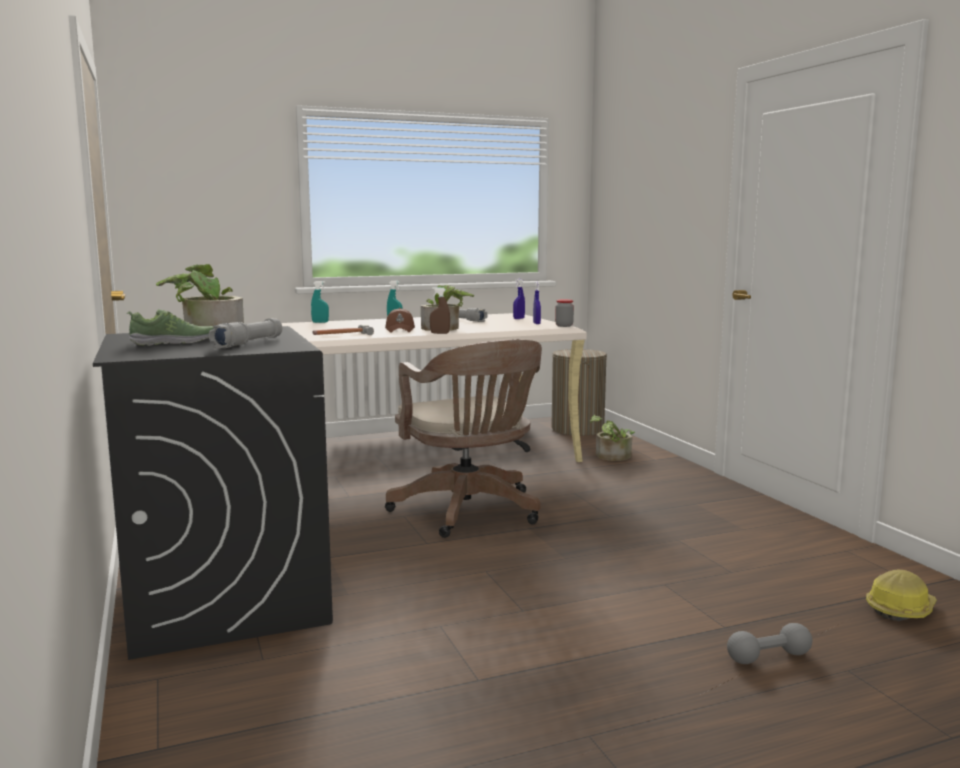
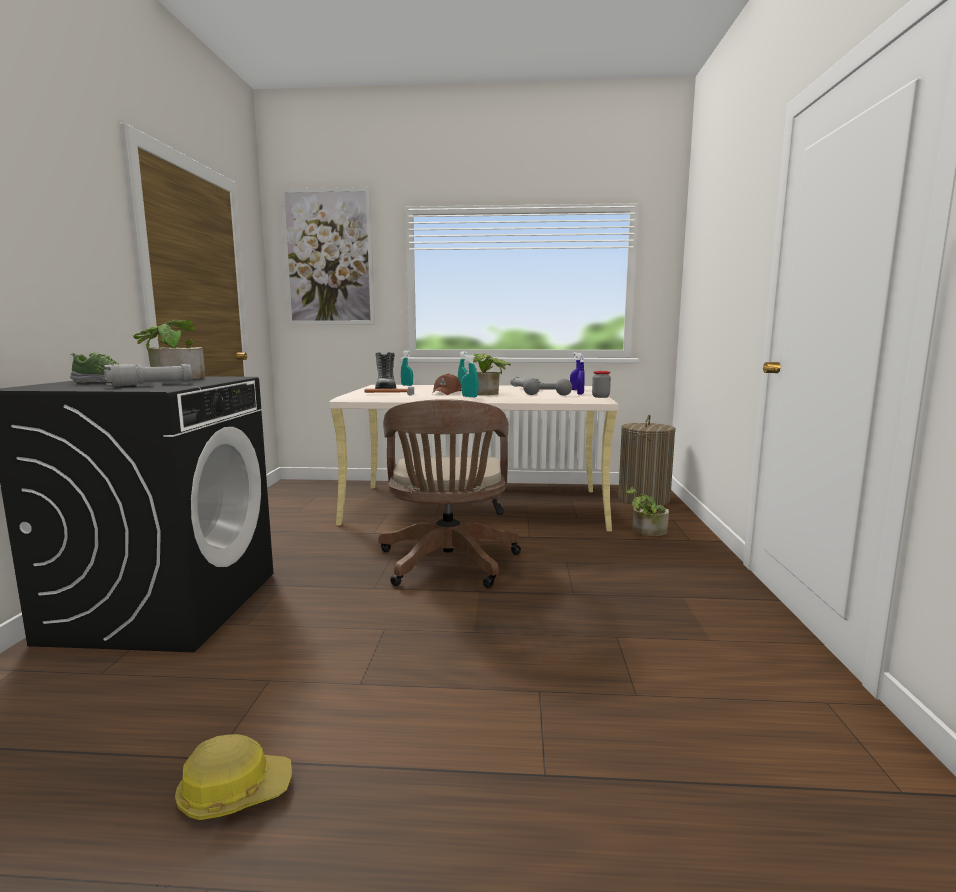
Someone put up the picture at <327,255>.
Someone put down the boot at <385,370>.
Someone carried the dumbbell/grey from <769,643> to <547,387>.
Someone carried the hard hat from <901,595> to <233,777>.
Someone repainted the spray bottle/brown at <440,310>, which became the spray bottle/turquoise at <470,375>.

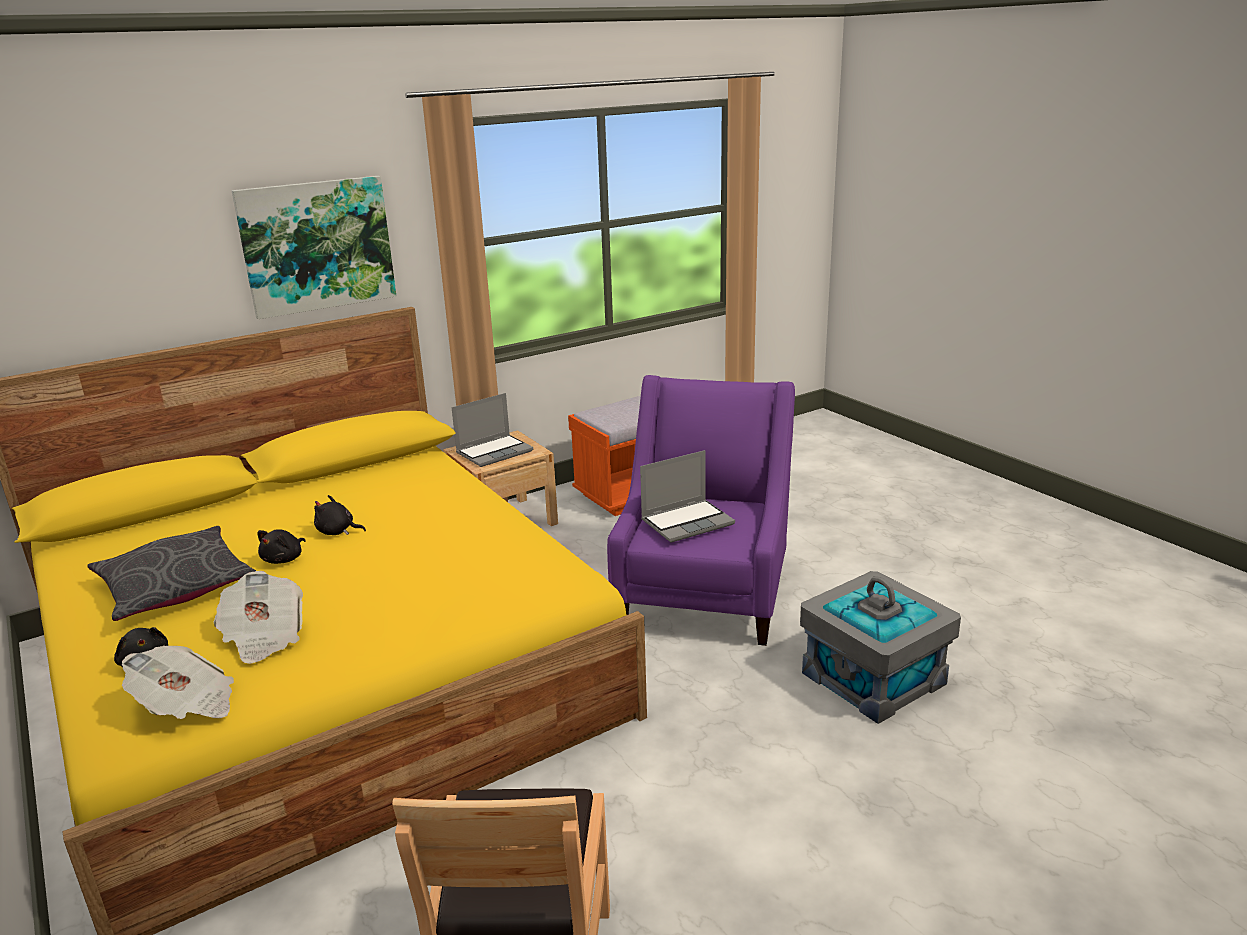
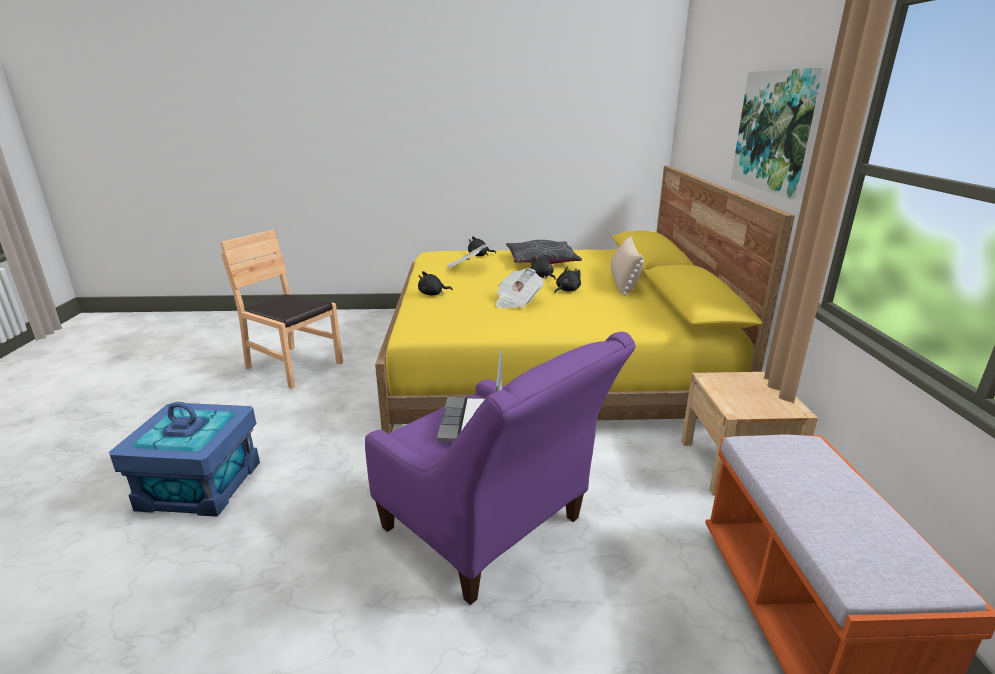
Someone took away the laptop at <492,430>.
Someone took away the storage box/grey at <880,647>.
Someone put down the storage box/blue at <184,459>.
Someone put down the plush toy/black at <435,283>.
Someone put down the pillow/beige at <627,266>.
Someone carried the newspaper from <178,682> to <519,288>.

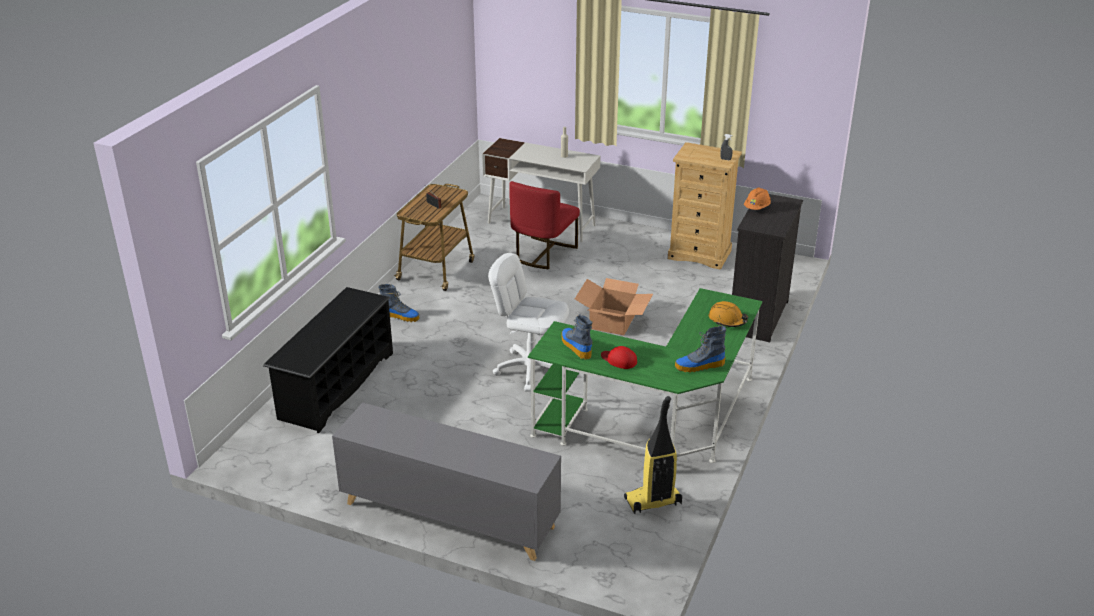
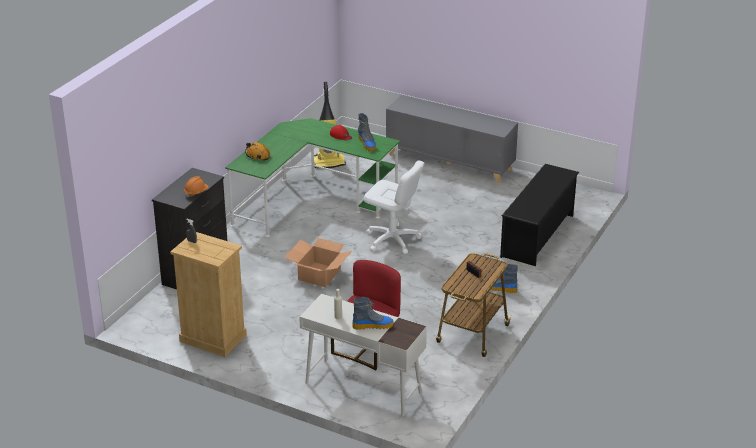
Someone carried the boot from <700,349> to <372,313>.

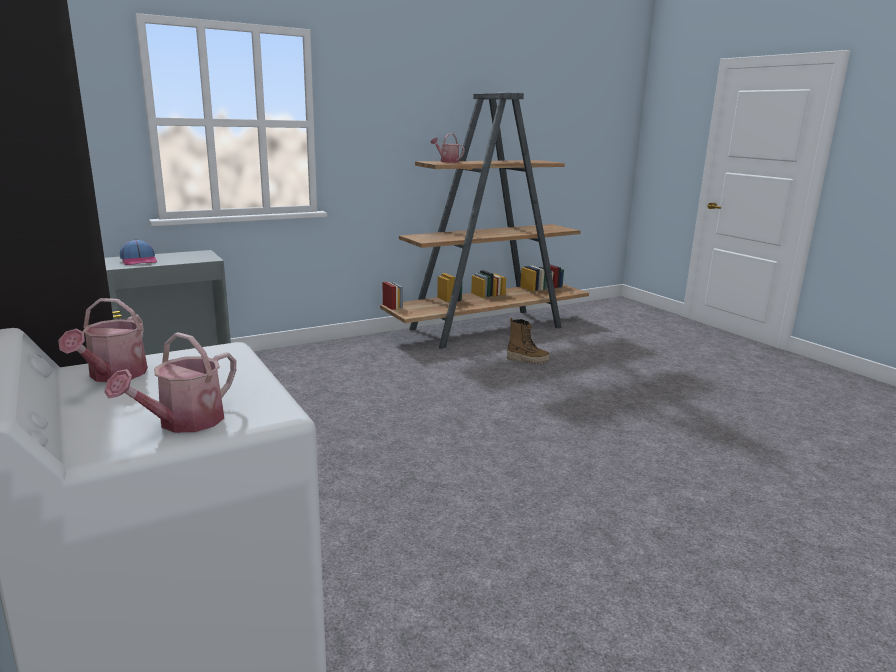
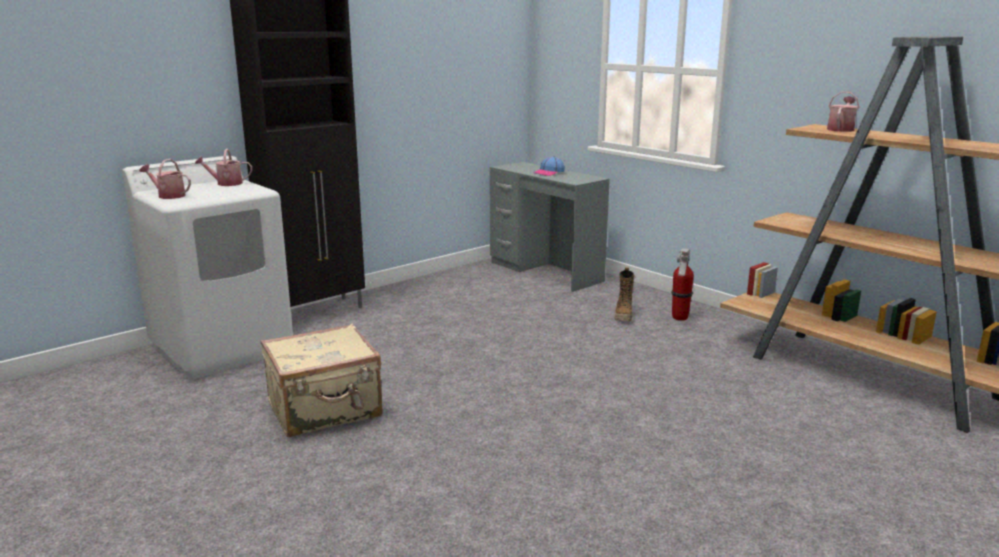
Someone put down the suitcase/beige at <321,380>.
Someone put down the fire extinguisher at <682,285>.
Someone carried the boot from <528,341> to <625,294>.

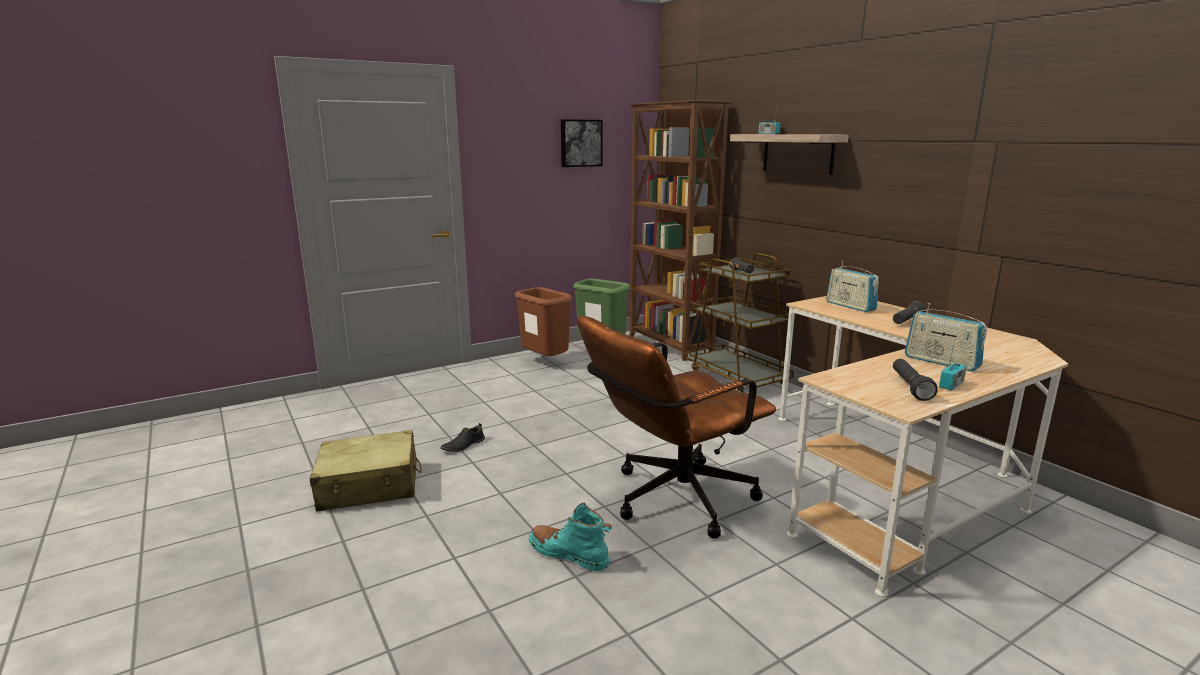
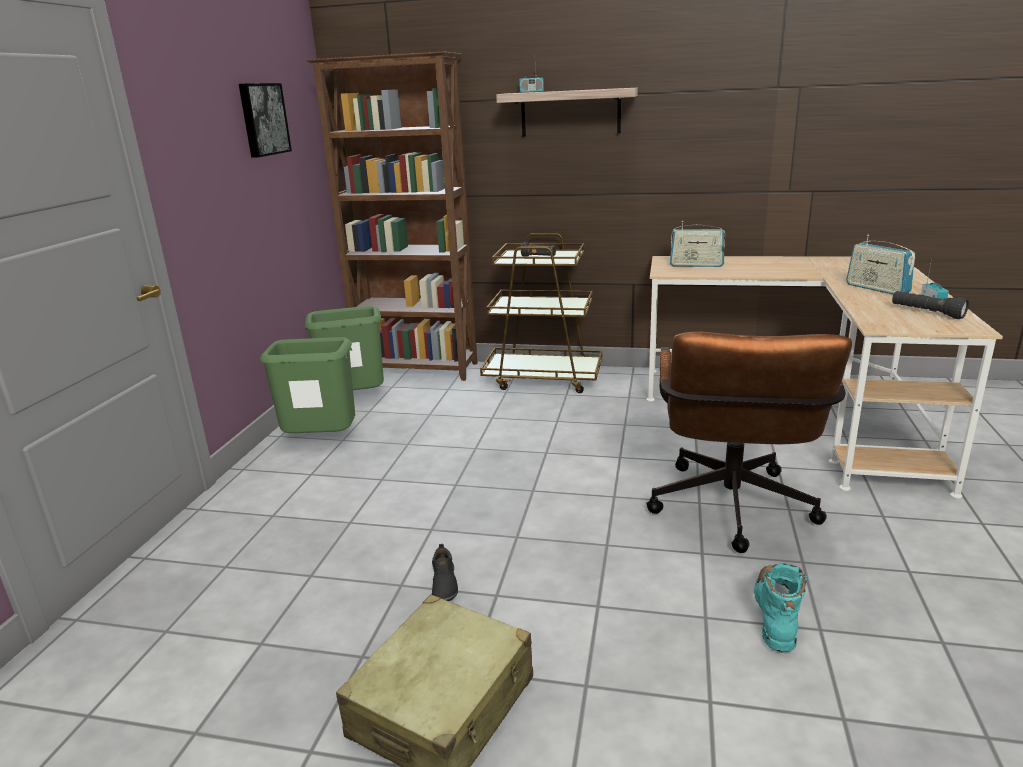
Someone took away the flashlight/black at <909,312>.
Someone repainted the trash can/brown at <544,321>, which became the trash can/green at <307,385>.
Someone rotated the boot/turquoise at <570,537> by 120 degrees clockwise.
Someone rotated the radio at <946,337> by 60 degrees clockwise.

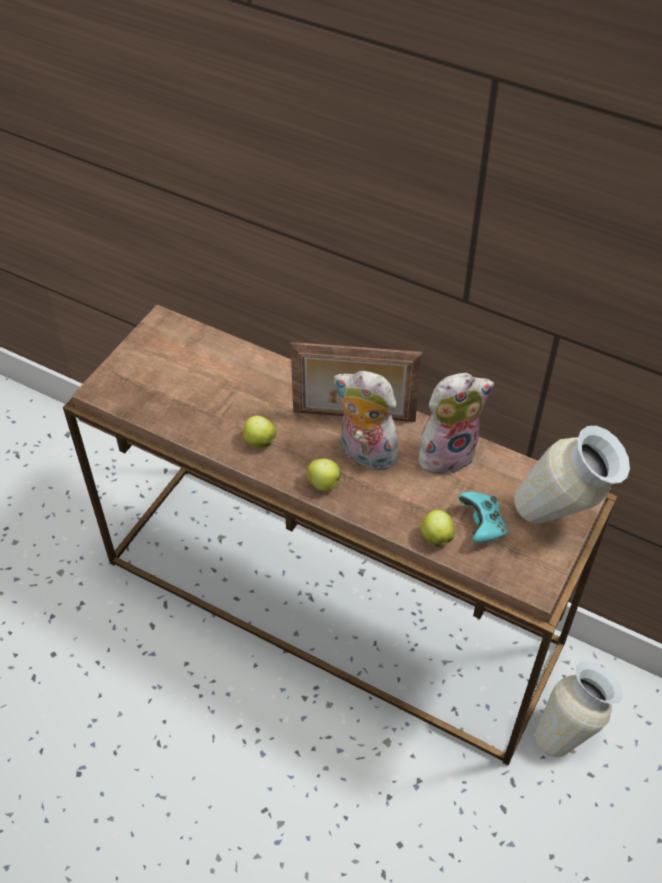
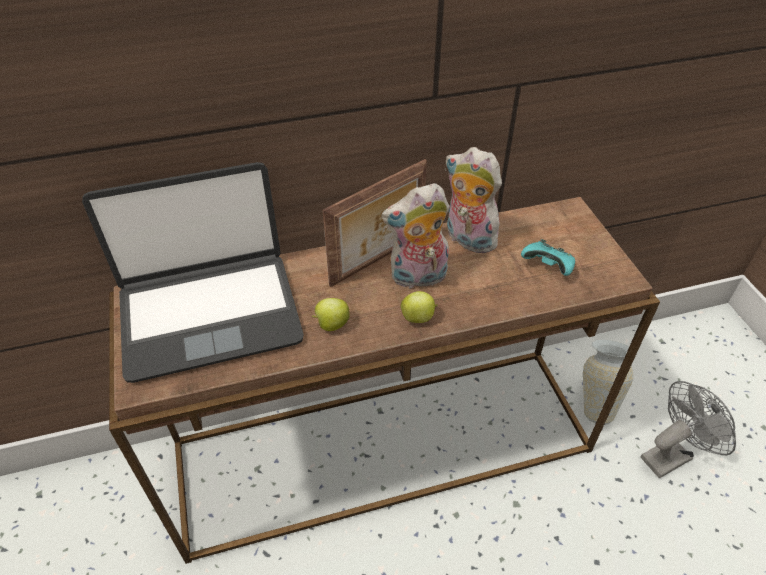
Someone took away the apple at <437,528>.
Someone took away the vase at <572,475>.
Someone put down the laptop at <193,272>.
Someone put down the fan/grey at <688,429>.
Someone rotated the plush toy at <456,423> by 75 degrees counterclockwise.

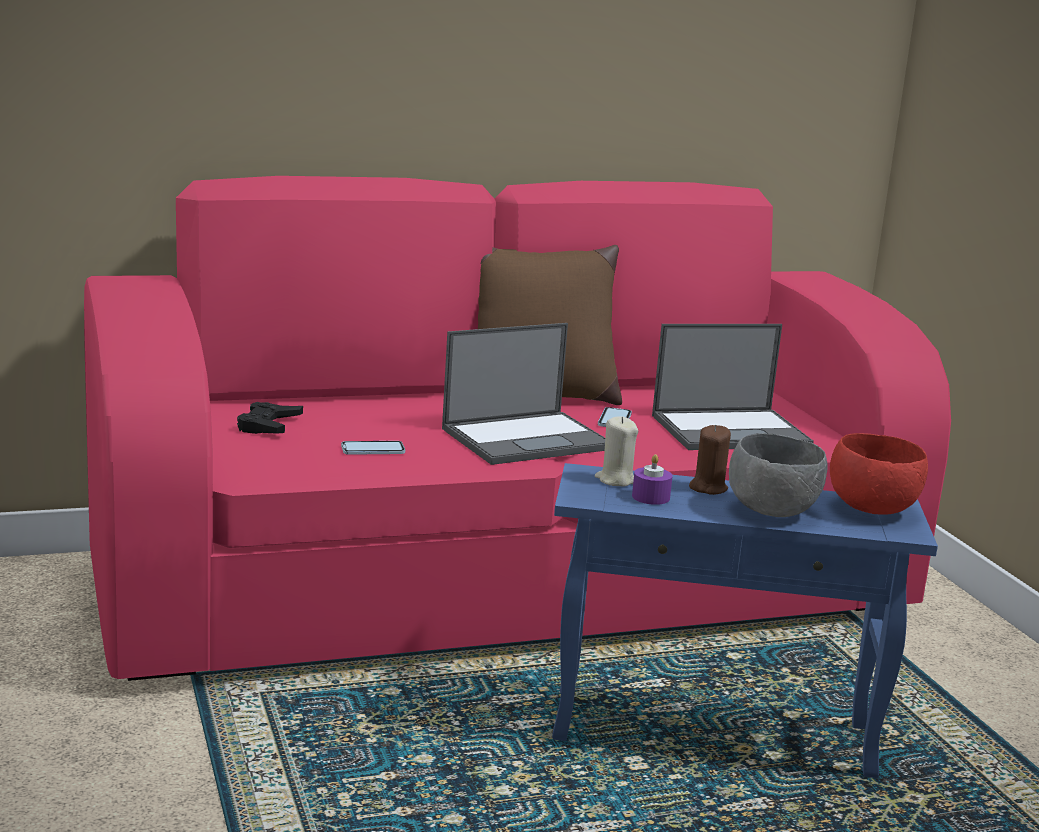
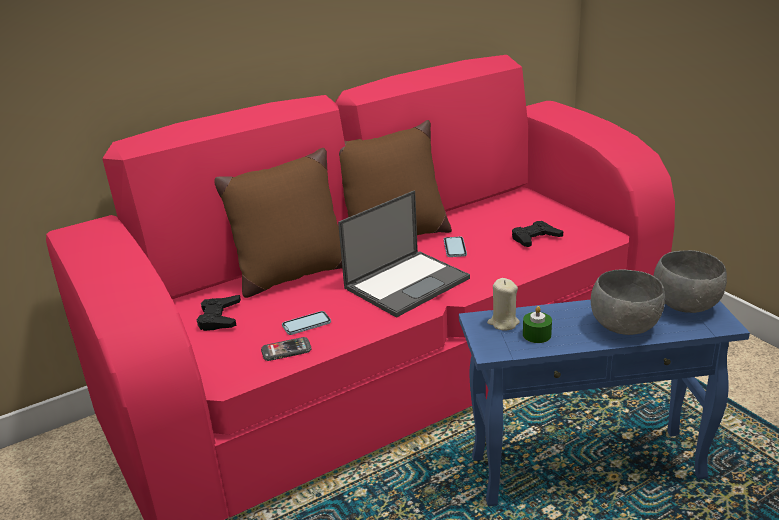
Someone took away the candle/brown at <710,460>.
Someone put down the pillow/brown at <278,223>.
Someone put down the phone at <286,349>.
Someone swapped the laptop at <733,387> for the game controller/black at <537,234>.
Someone repainted the candle/purple at <652,479>, which became the candle/green at <537,324>.
Someone repainted the bowl/red at <879,474>, which became the bowl/grey at <690,281>.

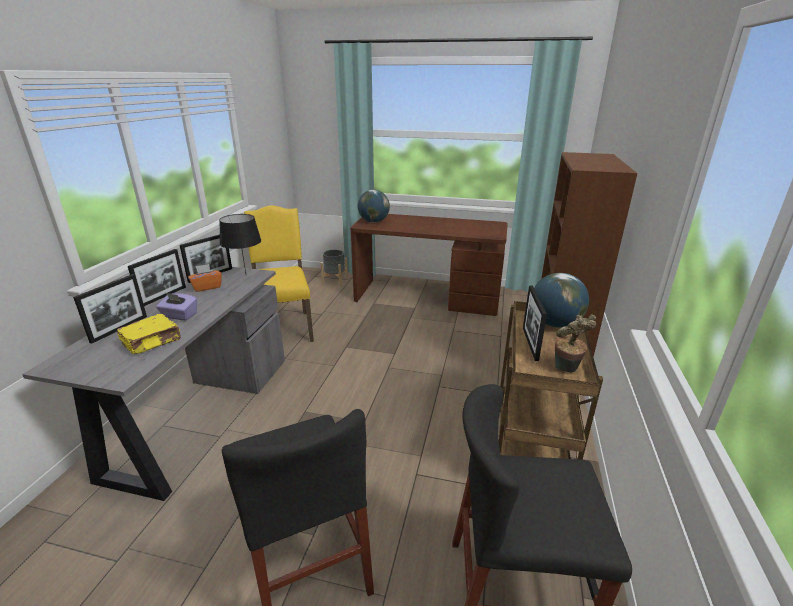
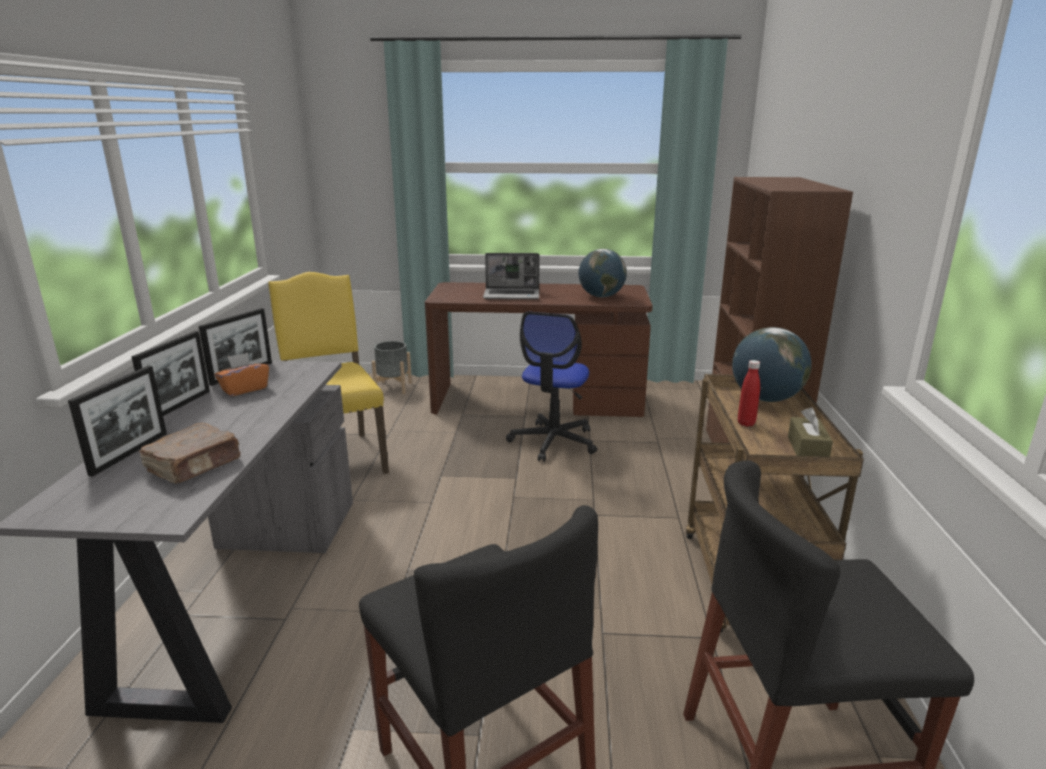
Someone took away the tissue box/purple at <176,306>.
Someone took away the table lamp/black at <240,243>.
Someone put down the laptop at <511,276>.
Someone put down the office chair at <551,386>.
Someone carried the globe from <374,206> to <602,273>.
Someone swapped the picture frame at <535,323> for the bottle/red at <749,393>.
Someone swapped the potted plant at <576,343> for the tissue box/brown at <810,432>.
Someone repainted the book/yellow at <149,334>, which became the book/brown at <190,453>.

